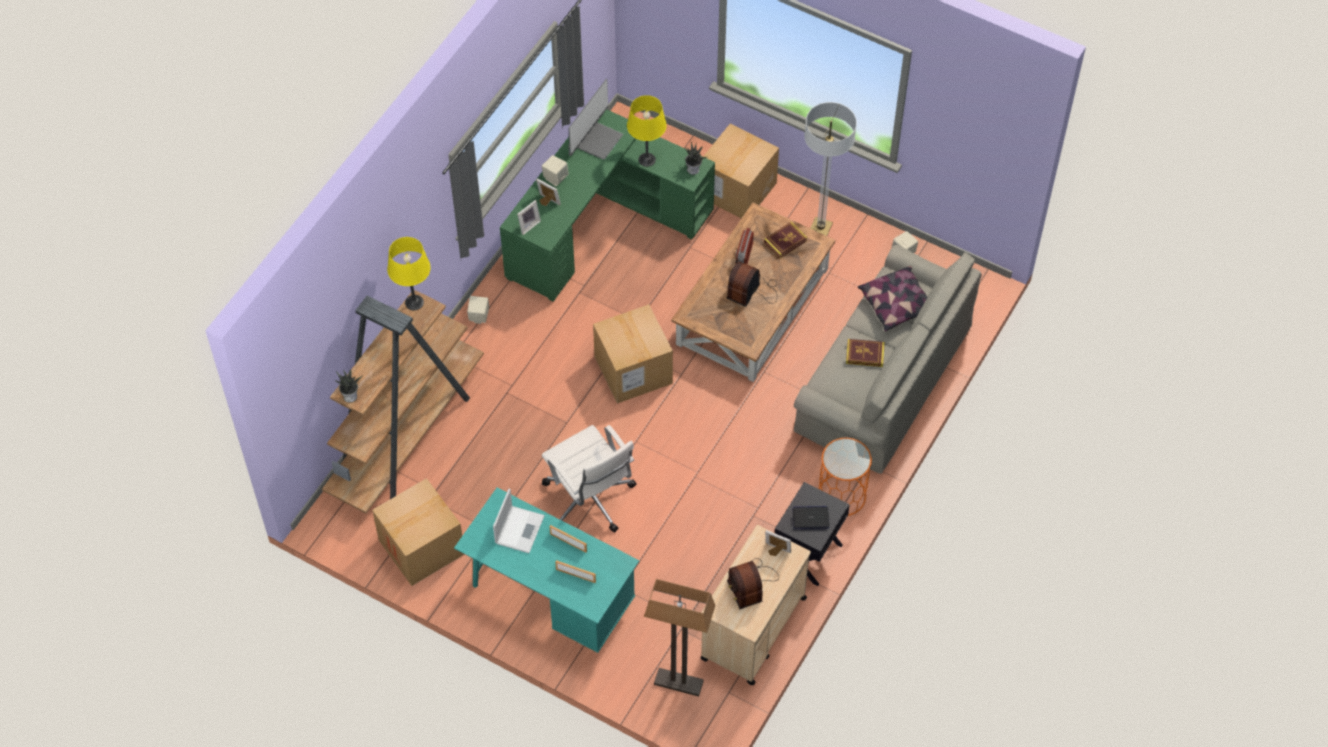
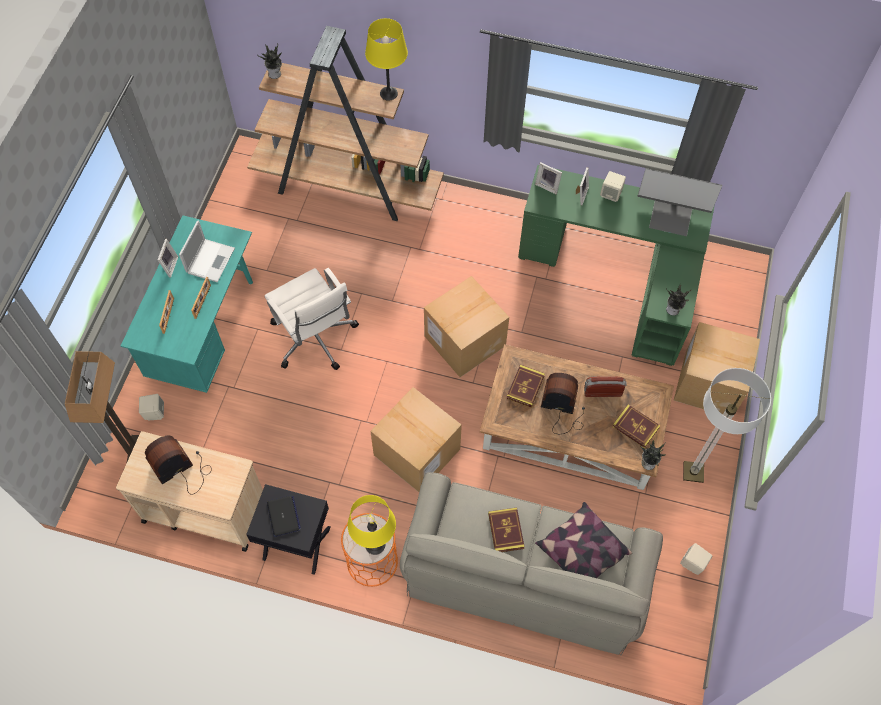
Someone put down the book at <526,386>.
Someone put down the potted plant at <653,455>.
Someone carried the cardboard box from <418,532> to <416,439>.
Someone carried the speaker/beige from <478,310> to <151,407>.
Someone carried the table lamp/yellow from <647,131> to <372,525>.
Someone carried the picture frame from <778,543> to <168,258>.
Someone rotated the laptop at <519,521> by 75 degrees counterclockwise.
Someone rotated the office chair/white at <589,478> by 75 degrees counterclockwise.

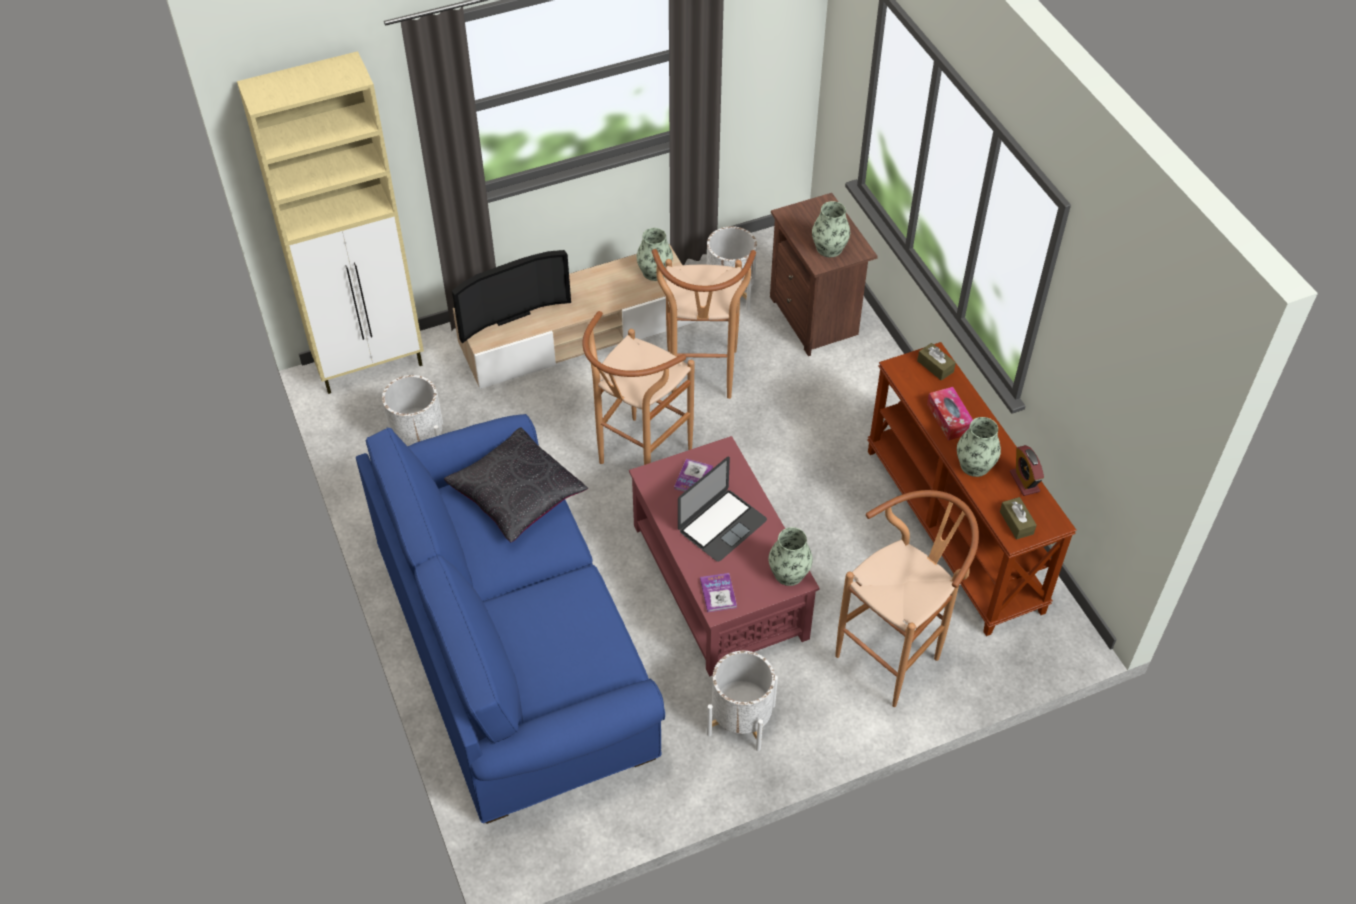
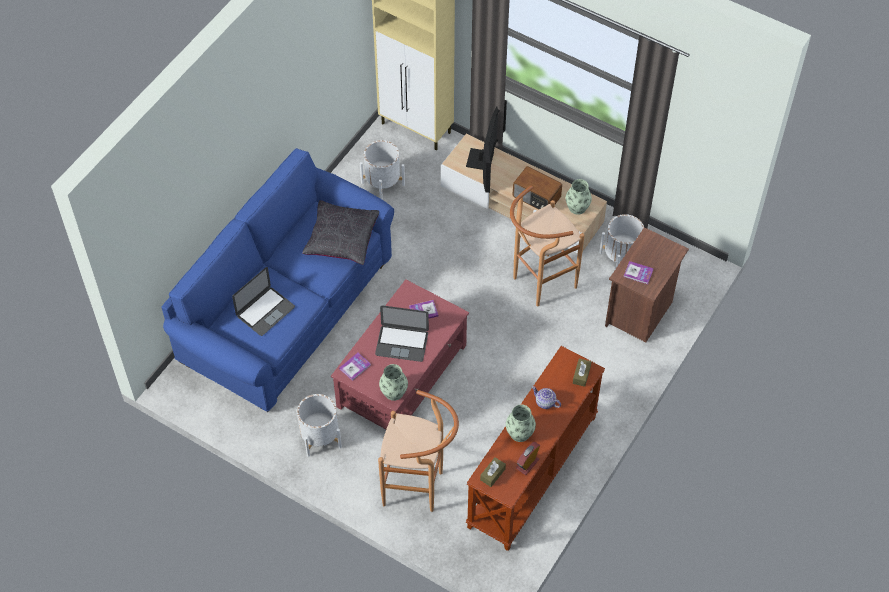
Someone took away the stool/brown at <638,388>.
Someone put down the laptop at <263,301>.
Someone put down the radio at <537,188>.
Someone swapped the vase at <831,229> for the book at <639,272>.
Someone swapped the tissue box at <950,413> for the teapot at <546,397>.
Someone rotated the television at <511,297> by 105 degrees counterclockwise.

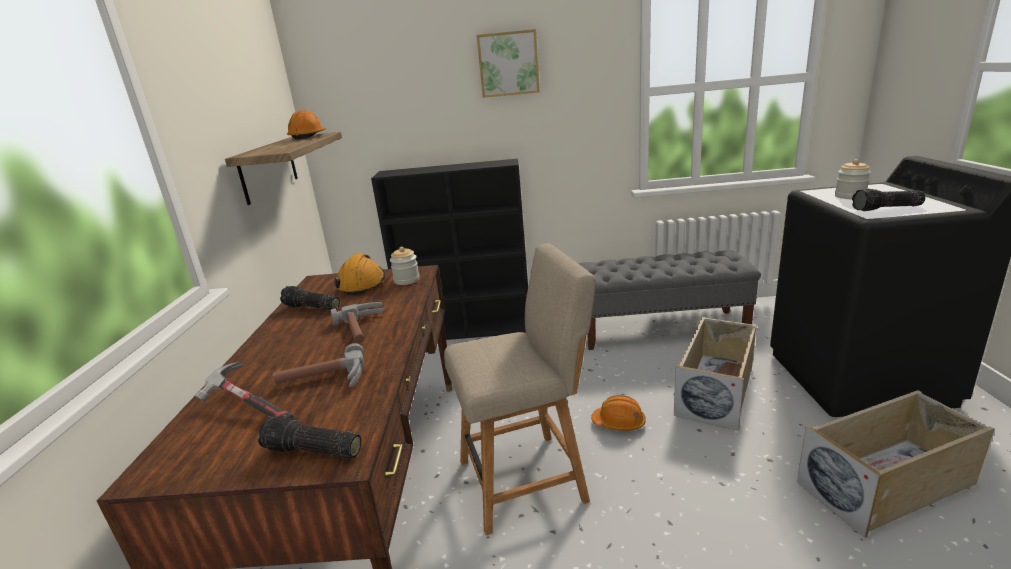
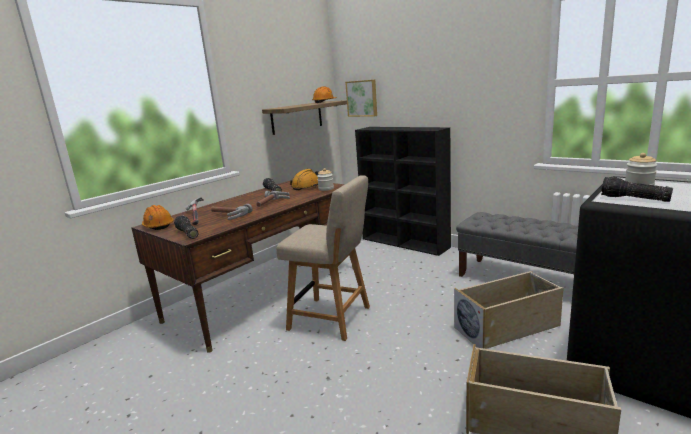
Someone carried the picture from <508,63> to <361,98>.
Someone carried the hard hat/orange from <618,413> to <158,217>.

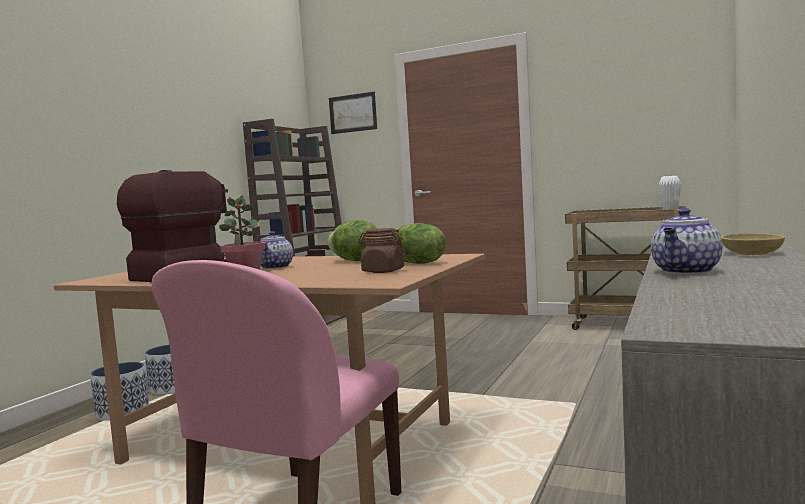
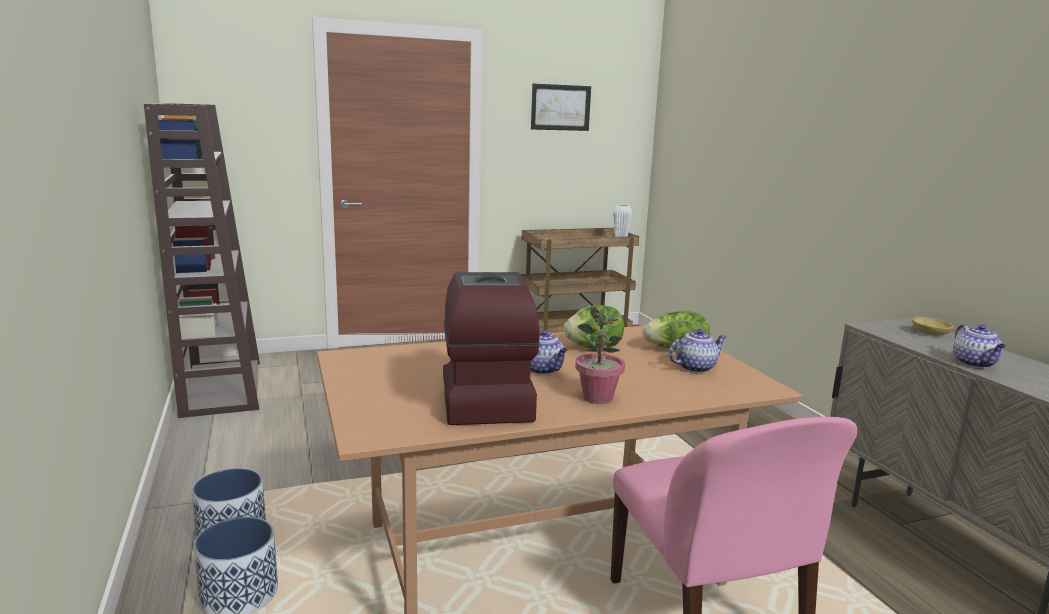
Someone carried the picture from <353,113> to <561,107>.
Someone swapped the jar/brown at <381,250> for the teapot at <697,351>.

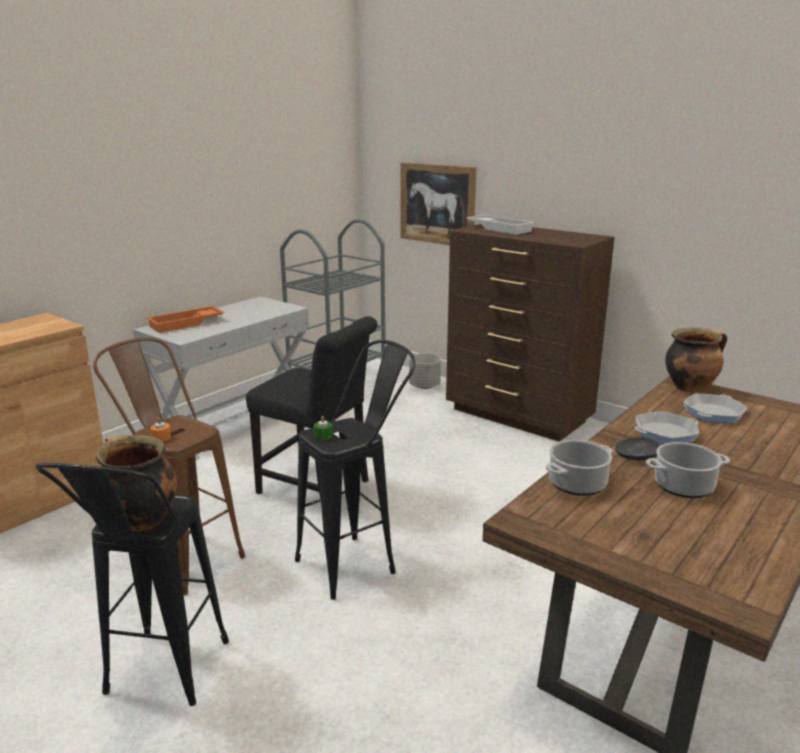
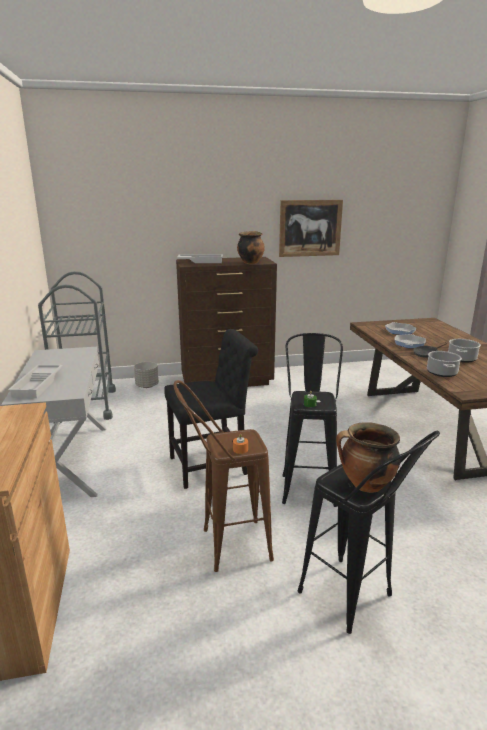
Someone carried the picture from <438,203> to <311,228>.
Someone carried the cooking pot from <696,360> to <251,247>.
Someone repainted the tray/orange at <185,319>, which became the tray/white at <35,381>.

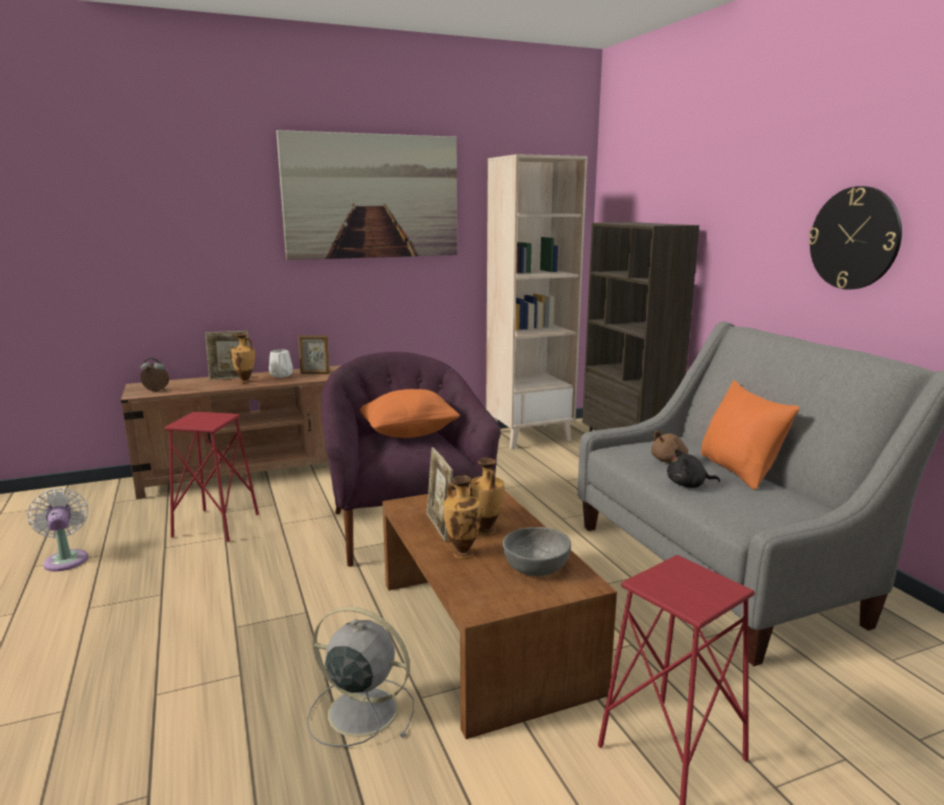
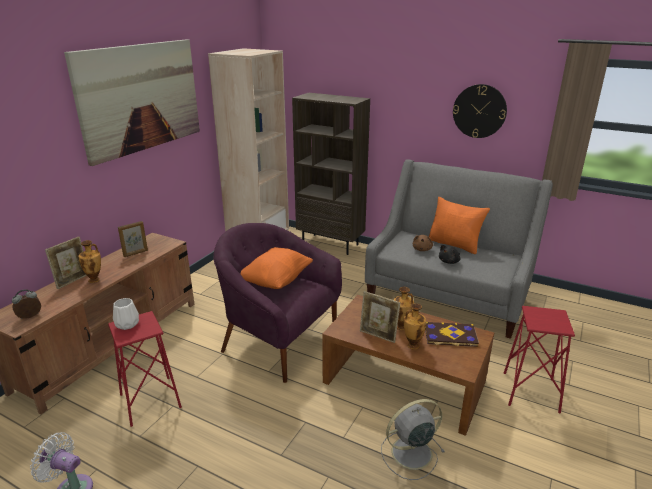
Someone carried the vase/white from <281,363> to <126,314>.
Someone swapped the bowl/grey at <537,551> for the book at <452,334>.

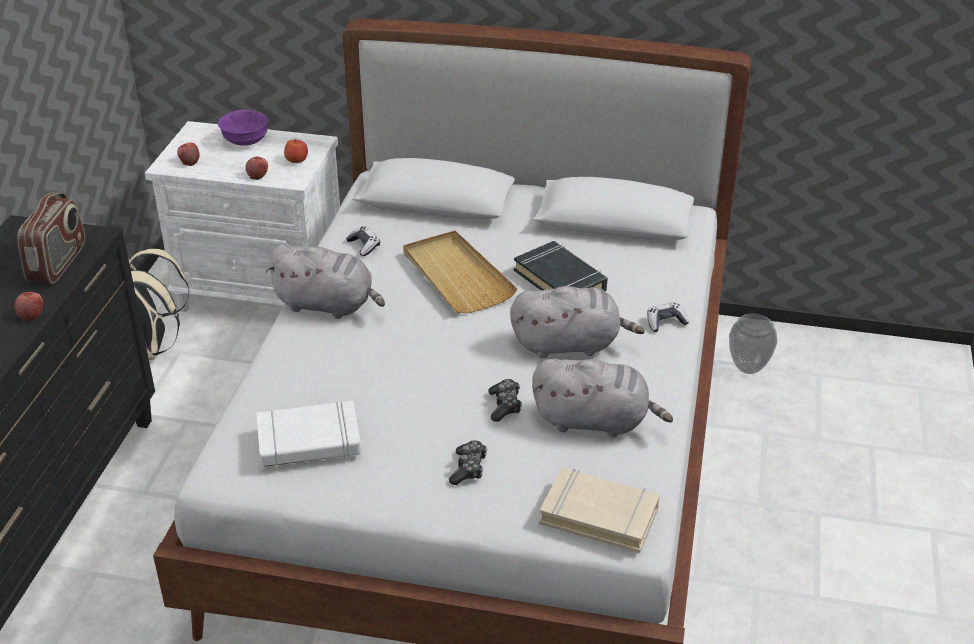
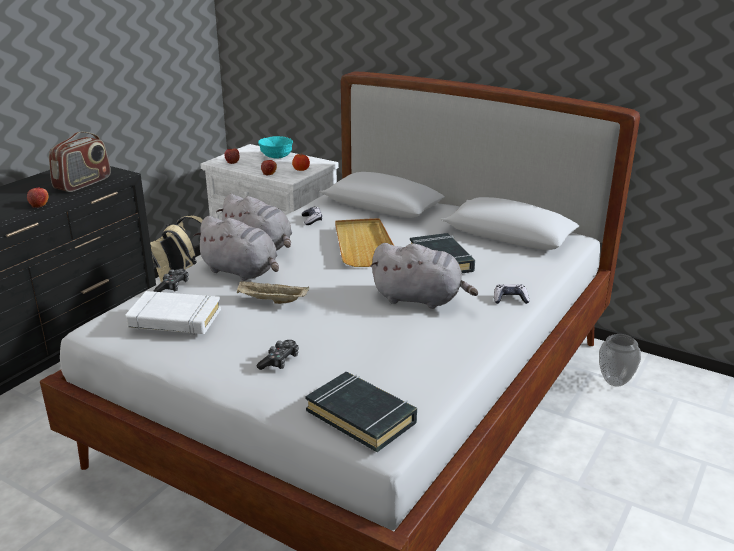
Someone put down the tray/beige at <273,292>.
Someone carried the game controller from <505,400> to <171,280>.
Someone carried the plush toy/grey from <602,398> to <236,248>.
Someone repainted the bowl/purple at <243,128>, which became the bowl/turquoise at <275,147>.
Someone repainted the book/beige at <599,510>, which became the book/black at <361,412>.

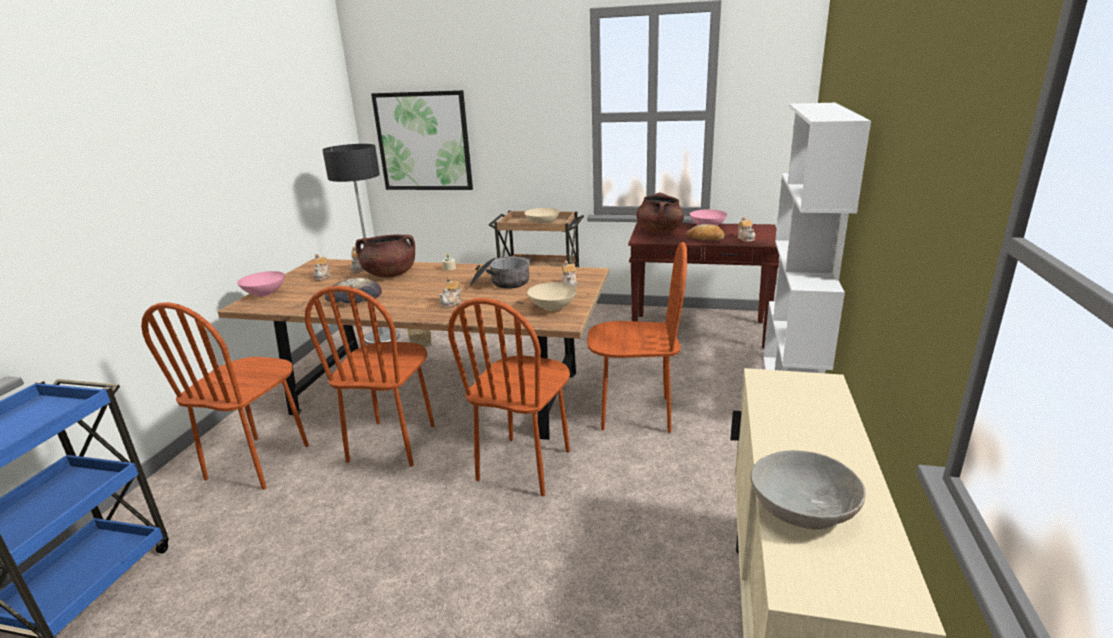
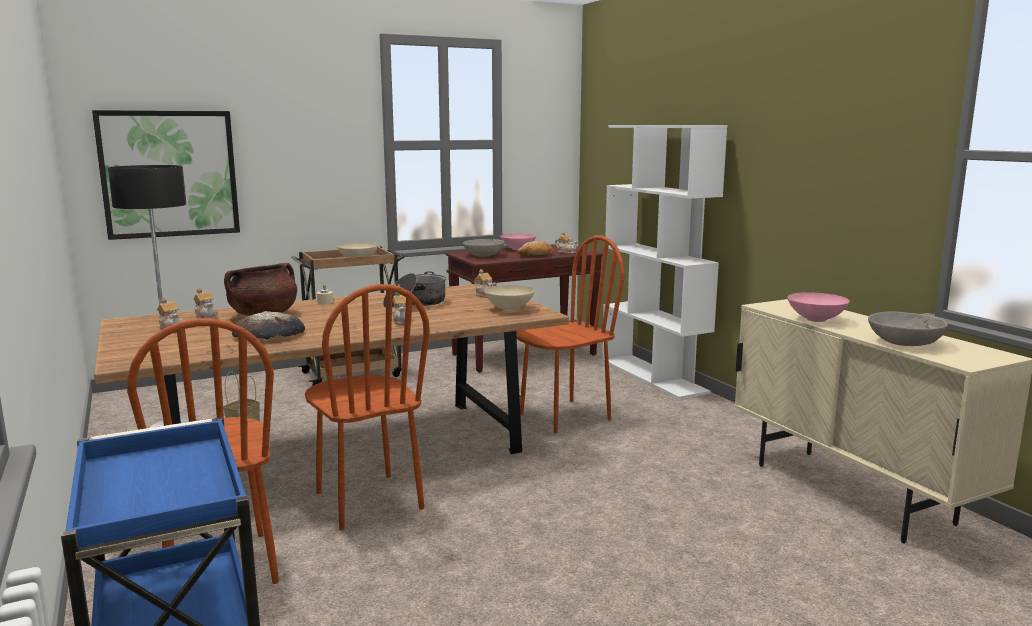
Someone took away the chair/brown at <509,397>.
Someone carried the bowl/pink from <261,284> to <819,307>.
Someone swapped the cooking pot/brown at <660,213> for the bowl/grey at <484,248>.

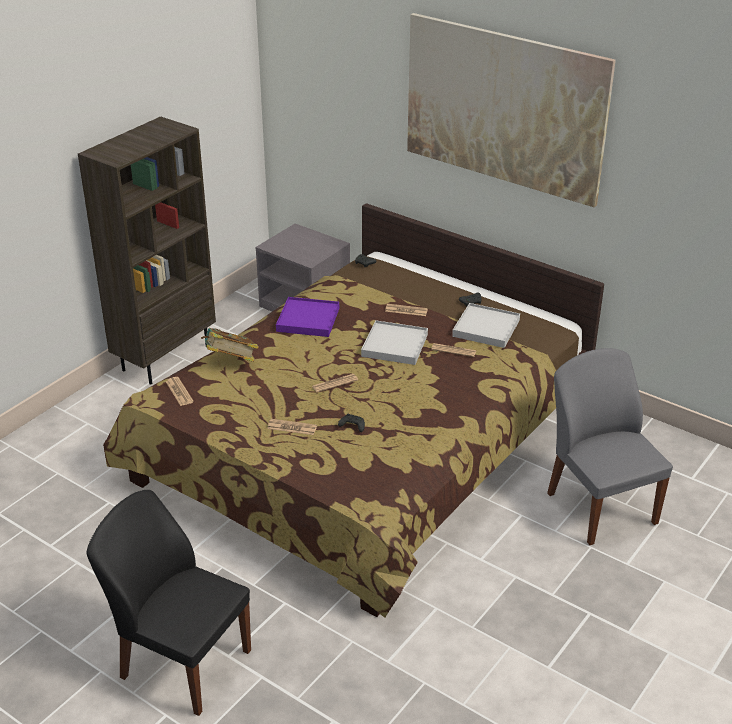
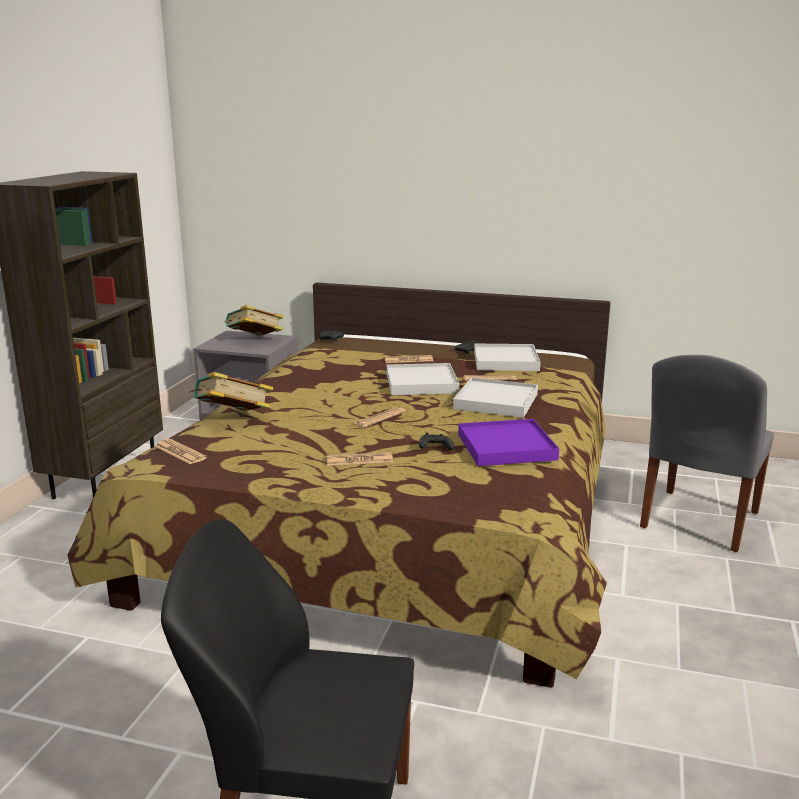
Someone took away the picture at <511,110>.
Someone put down the book at <254,320>.
Someone put down the tray/white at <495,397>.
Someone carried the tray/purple from <307,317> to <508,442>.
Someone rotated the chair/grey at <610,446> by 105 degrees counterclockwise.

